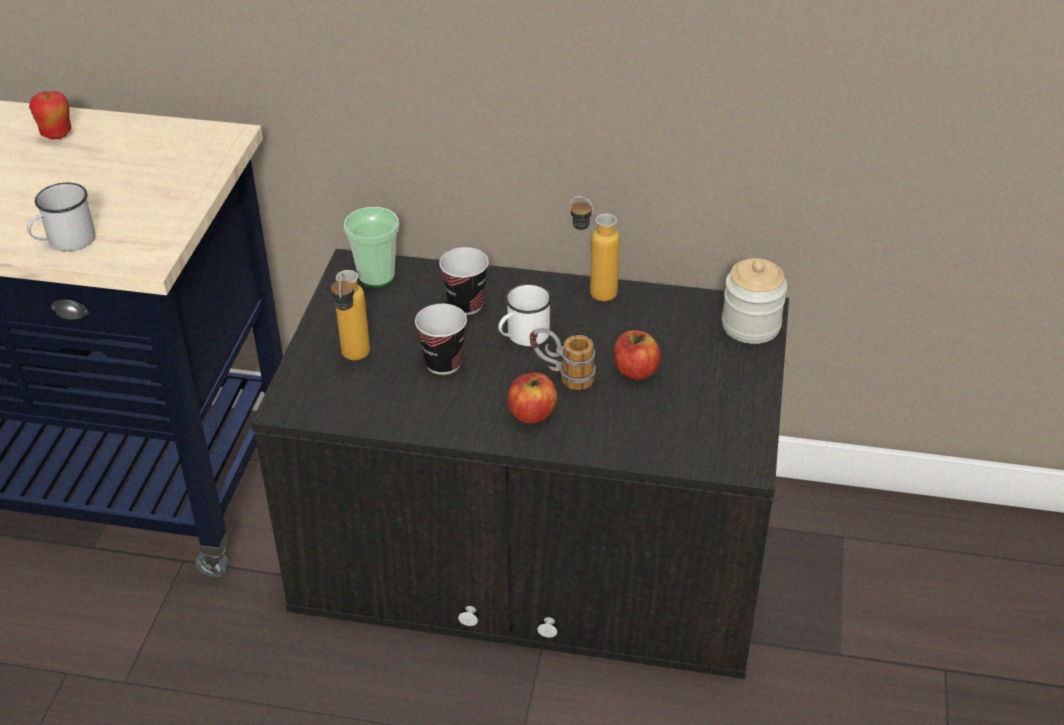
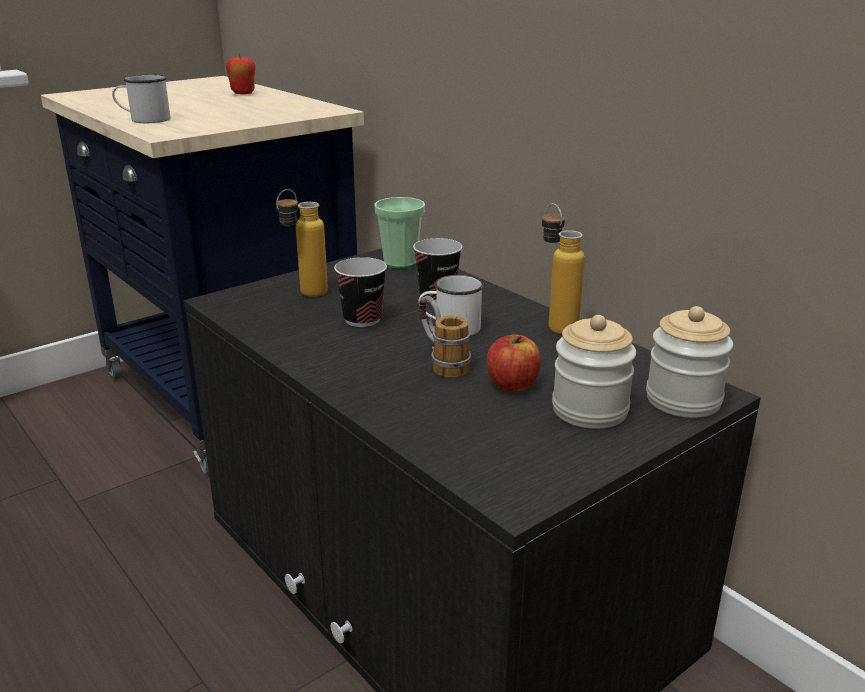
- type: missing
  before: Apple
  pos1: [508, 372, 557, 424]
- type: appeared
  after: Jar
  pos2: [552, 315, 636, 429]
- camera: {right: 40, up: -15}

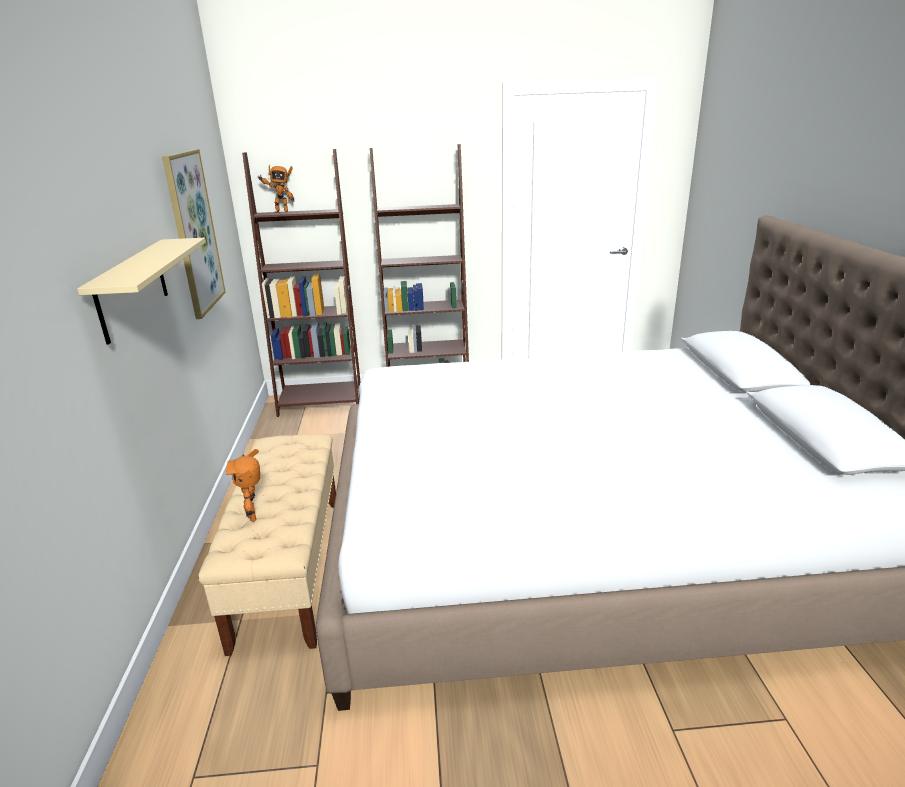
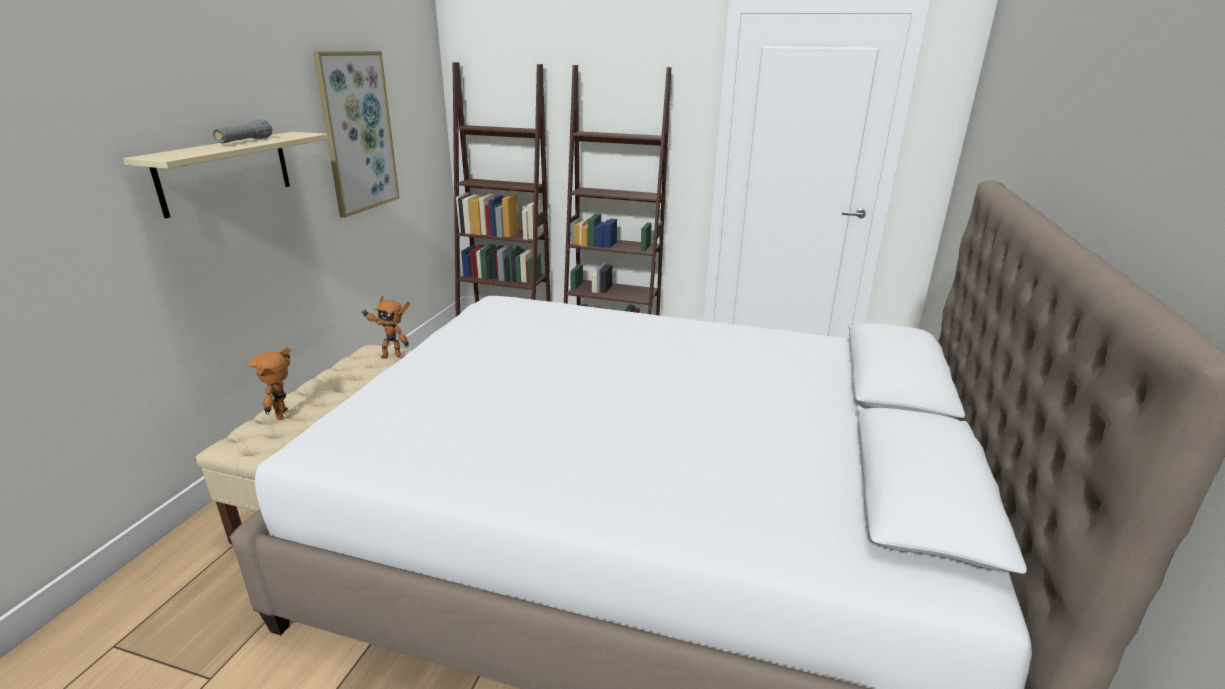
- type: relocated
  before: ToyRobot
  pos1: [257, 165, 295, 213]
  pos2: [361, 295, 410, 359]
- type: appeared
  after: GreyFlashlight
  pos2: [213, 119, 272, 143]
- camera: {right: 20, up: 0}

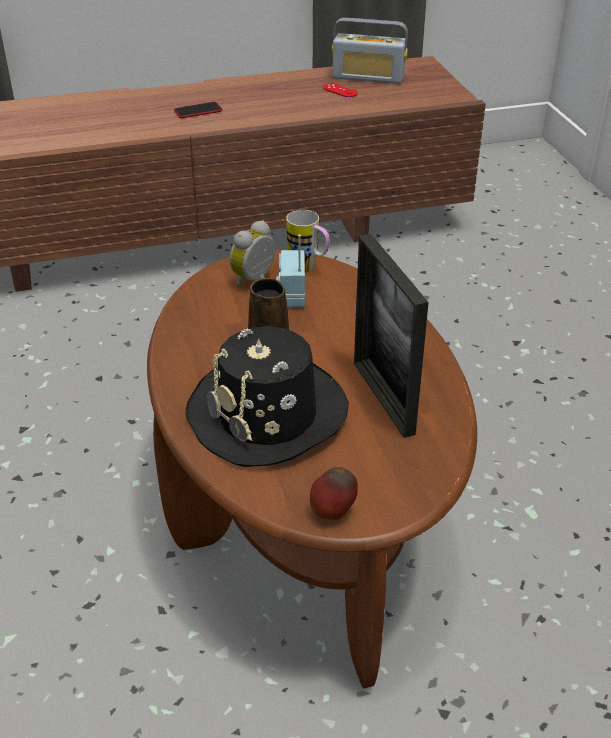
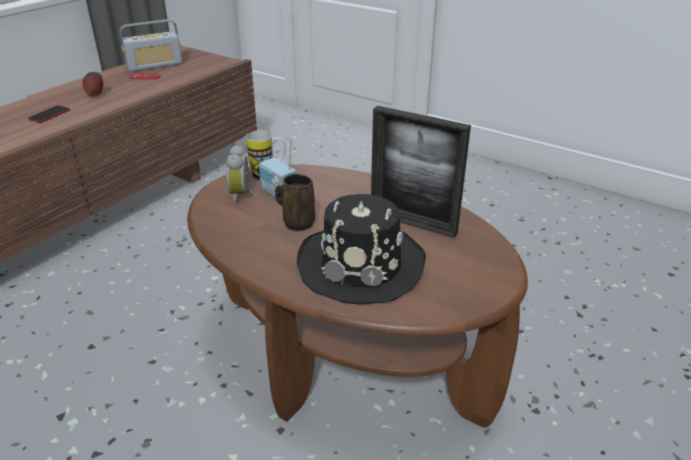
- type: relocated
  before: Apple
  pos1: [310, 467, 358, 520]
  pos2: [82, 72, 103, 97]
- camera: {right: -40, up: -5}

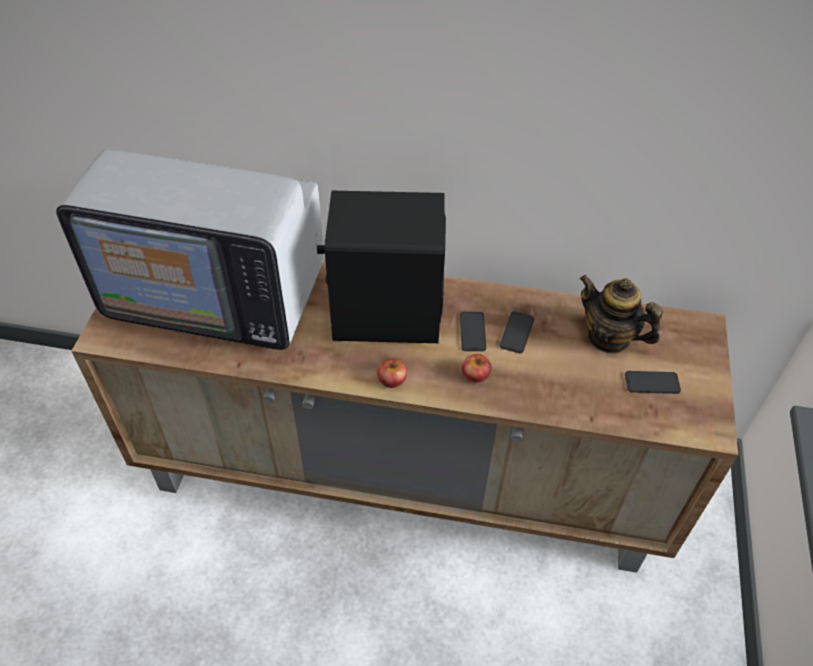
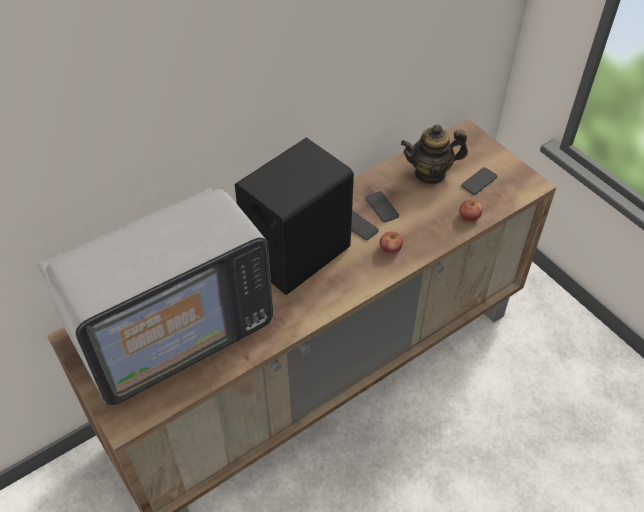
- type: relocated
  before: Apple
  pos1: [377, 359, 407, 388]
  pos2: [459, 200, 482, 222]
- camera: {right: -45, up: 0}

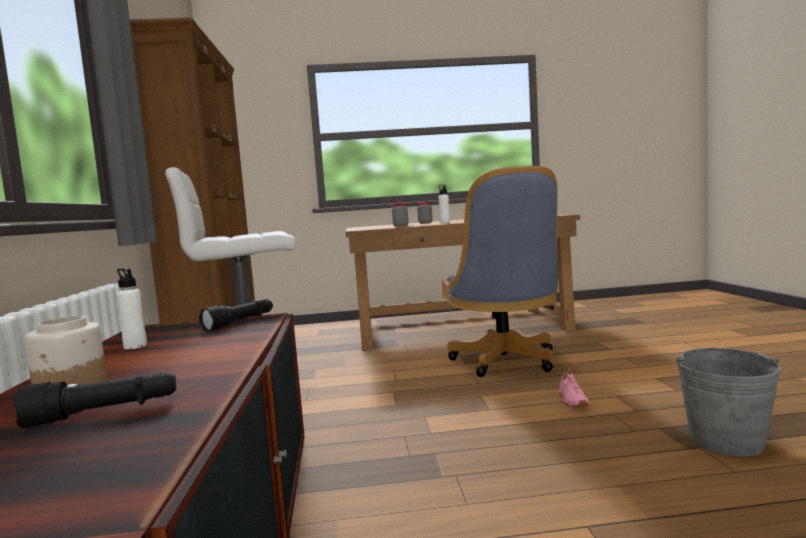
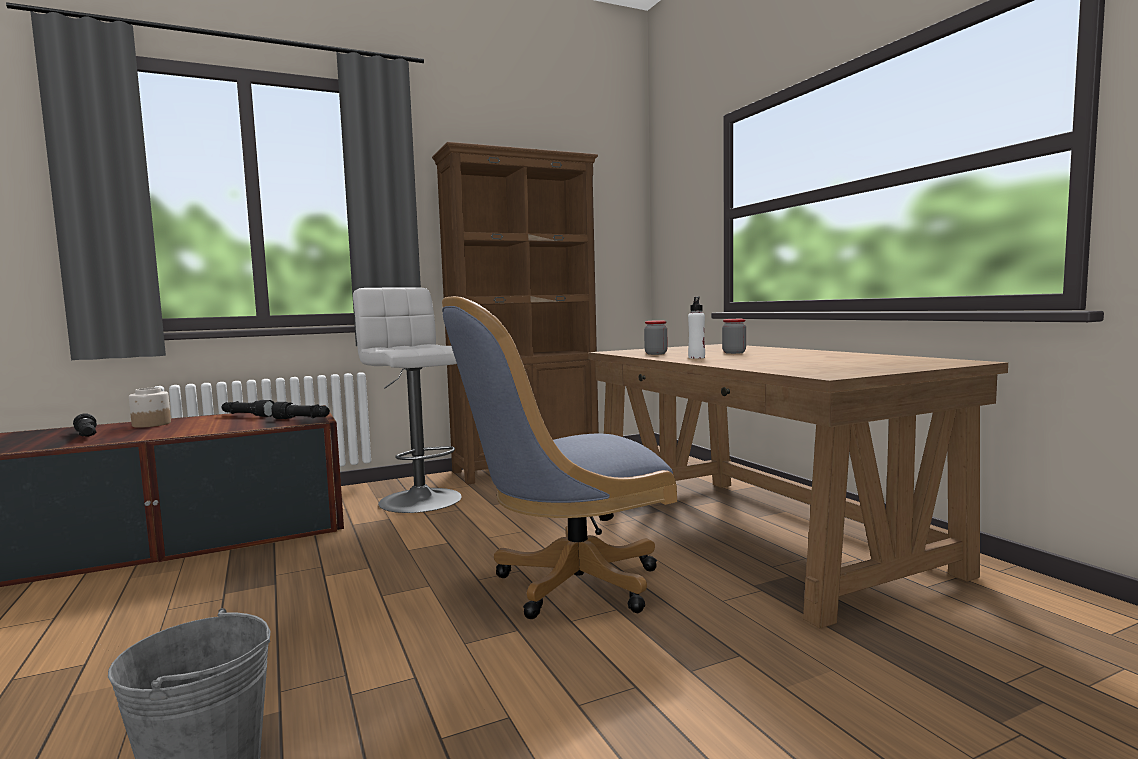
- type: exchanged
  before: WhiteBottle
  after: BlackFlashlight
  pos1: [116, 268, 147, 349]
  pos2: [222, 400, 274, 417]
- type: missing
  before: PinkShoe
  pos1: [559, 368, 589, 407]
- camera: {right: 70, up: 0}

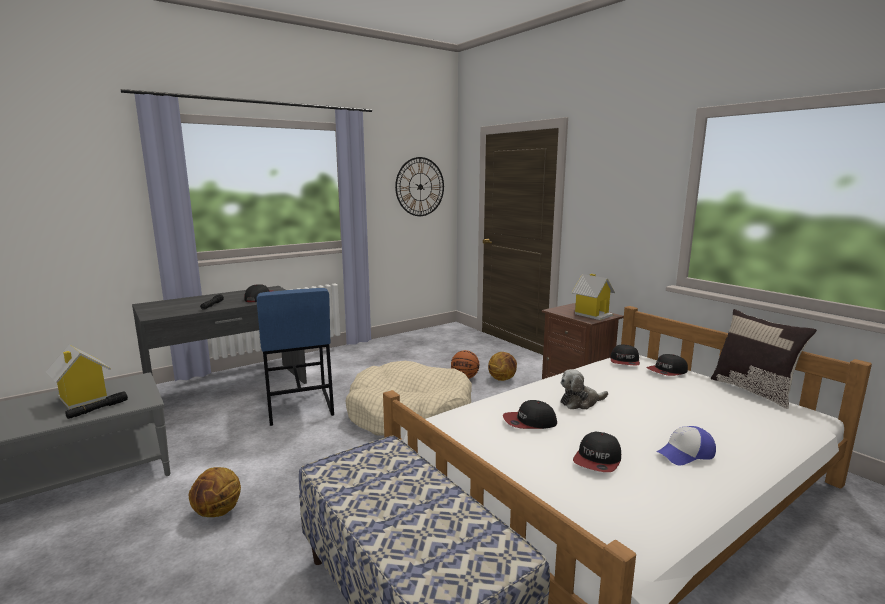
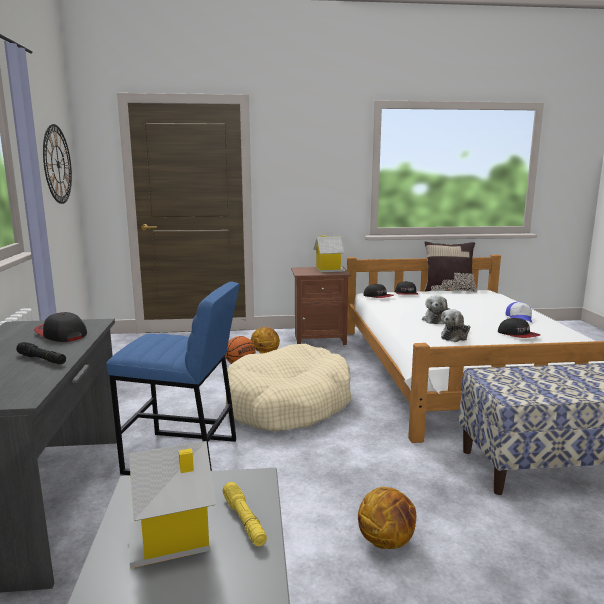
- type: colour
  before: BlackFlashlight
  after: YellowFlashlight
  pos1: [65, 391, 128, 419]
  pos2: [223, 482, 267, 546]
- type: exchanged
  before: Cap
  after: PlushToy
  pos1: [503, 400, 557, 429]
  pos2: [441, 309, 470, 342]
- camera: {right: -60, up: 0}

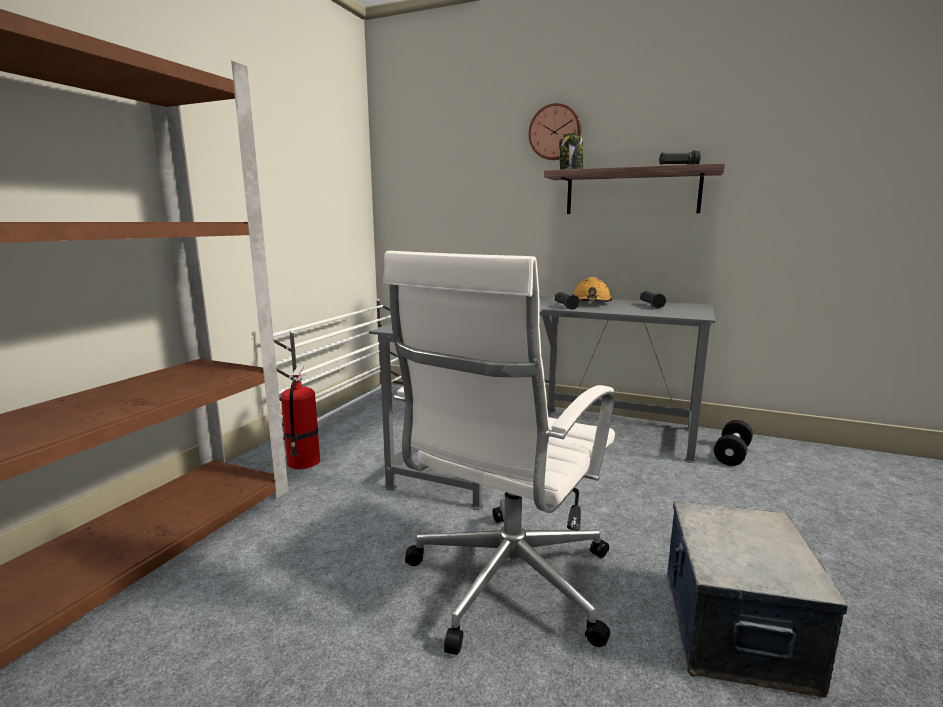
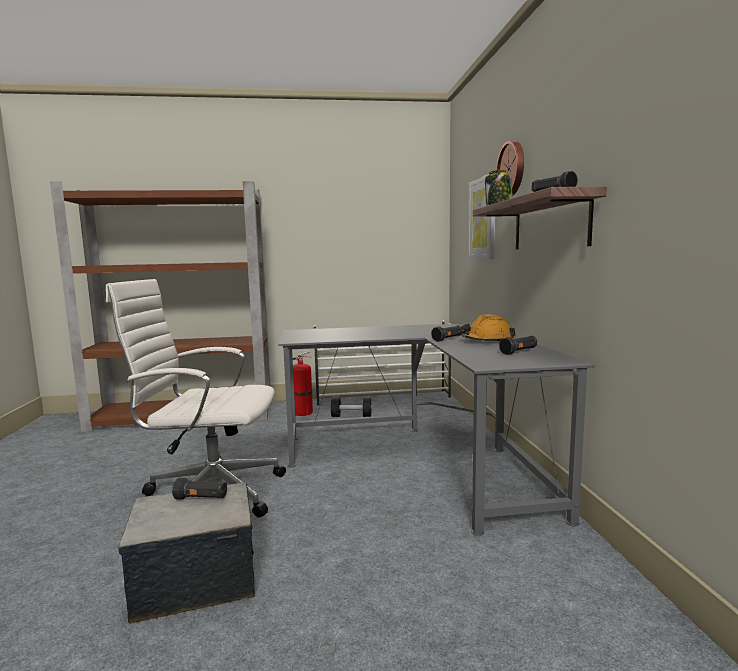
- type: relocated
  before: BlackDumbbell
  pos1: [714, 420, 753, 466]
  pos2: [331, 398, 372, 417]
- type: appeared
  after: Picture
  pos2: [468, 174, 495, 259]
- type: appeared
  after: BlackFlashlight
  pos2: [172, 477, 227, 500]
- camera: {right: 60, up: -5}

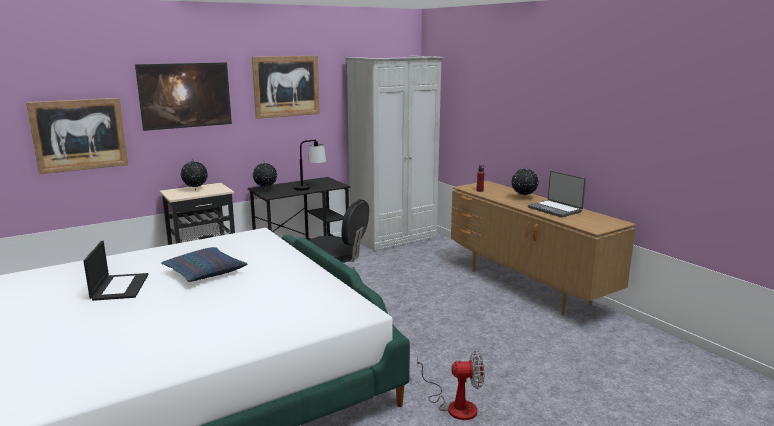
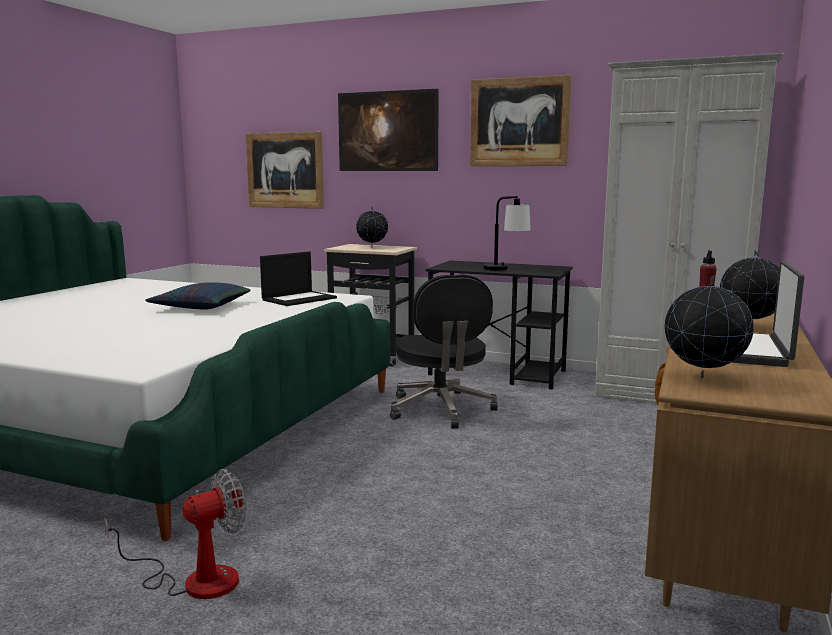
- type: relocated
  before: Globe
  pos1: [253, 161, 277, 190]
  pos2: [664, 276, 754, 378]
- type: relocated
  before: Laptop
  pos1: [84, 241, 148, 301]
  pos2: [260, 251, 337, 306]
- type: spun
  before: Fan
  pos1: [417, 351, 485, 420]
  pos2: [104, 469, 246, 599]
  turn: -90
- camera: {right: 55, up: -5}

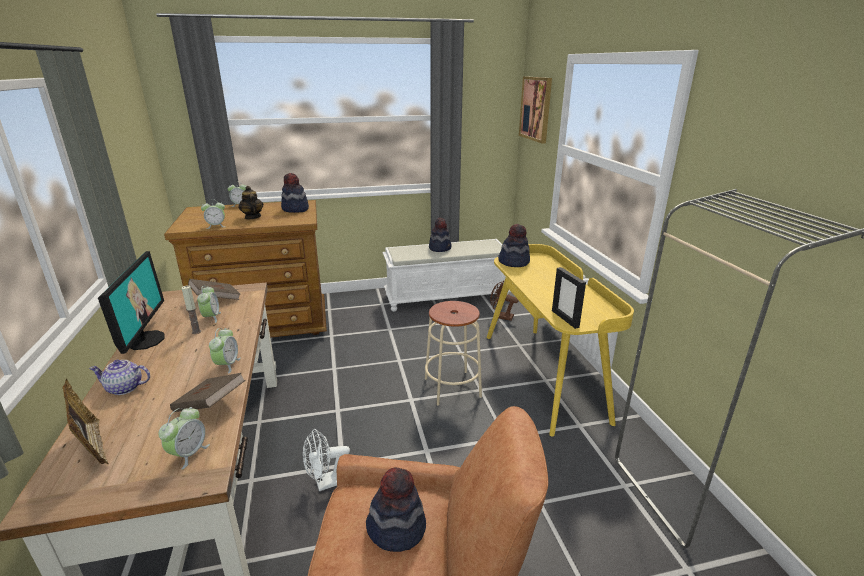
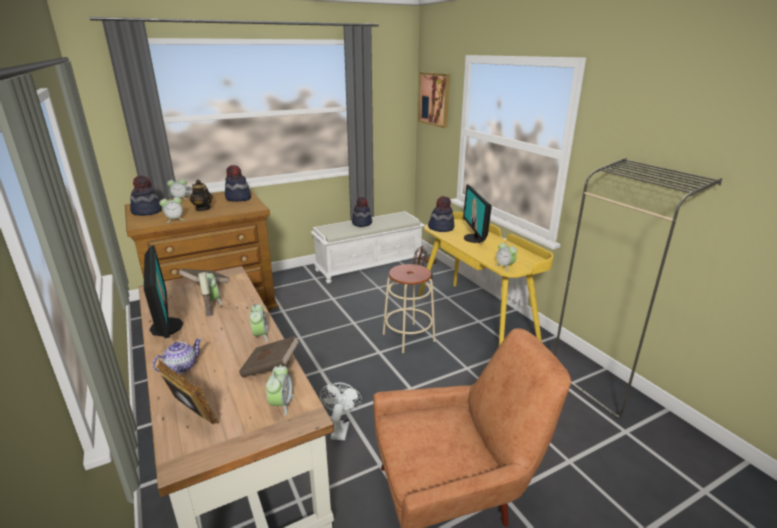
- type: exchanged
  before: PictureFrame
  after: AlarmClock
  pos1: [552, 267, 586, 329]
  pos2: [496, 241, 517, 271]
- type: spun
  before: Teapot
  pos1: [89, 359, 150, 395]
  pos2: [152, 338, 202, 373]
  turn: 150
- type: spun
  before: WhiteFan
  pos1: [303, 429, 350, 492]
  pos2: [320, 382, 362, 440]
  turn: 135
- type: relocated
  before: Hat
  pos1: [366, 467, 426, 552]
  pos2: [130, 175, 162, 216]
- type: appeared
  after: Monitor
  pos2: [463, 185, 492, 243]
- camera: {right: -15, up: 0}

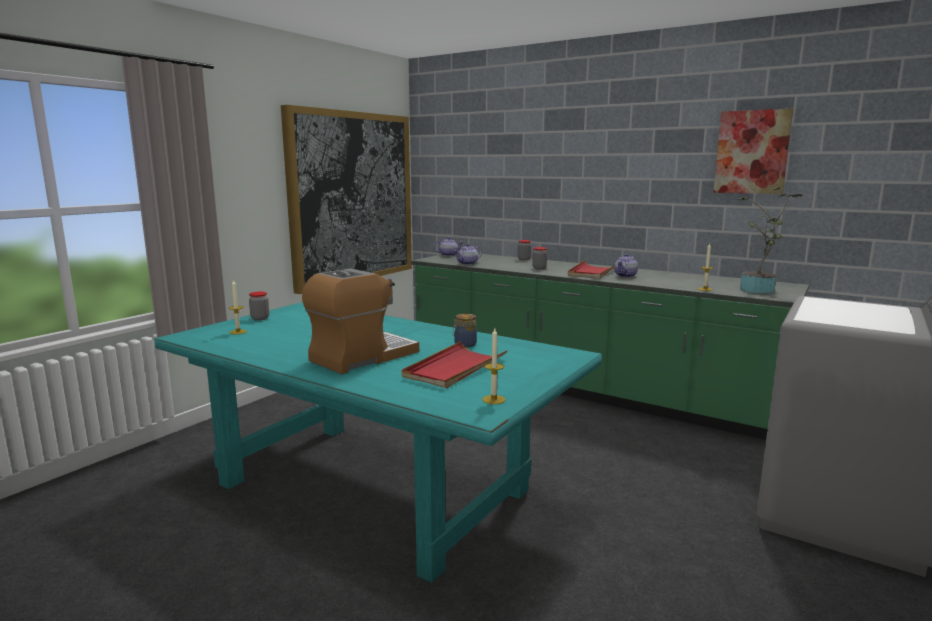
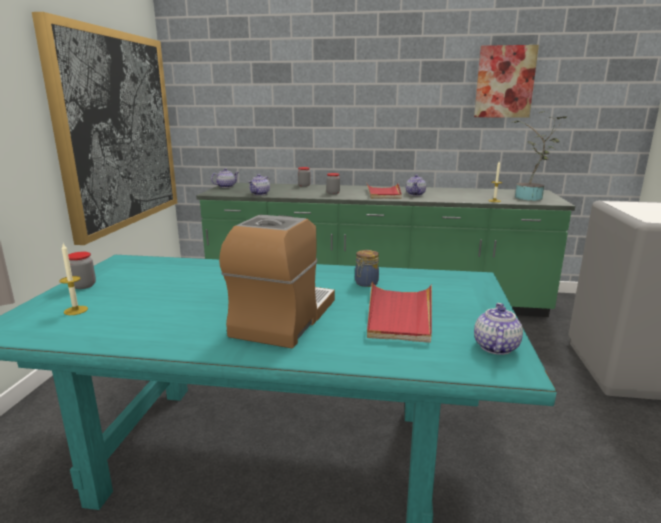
- type: exchanged
  before: Candle
  after: Teapot
  pos1: [482, 328, 506, 404]
  pos2: [474, 303, 523, 355]
- camera: {right: -25, up: 5}

